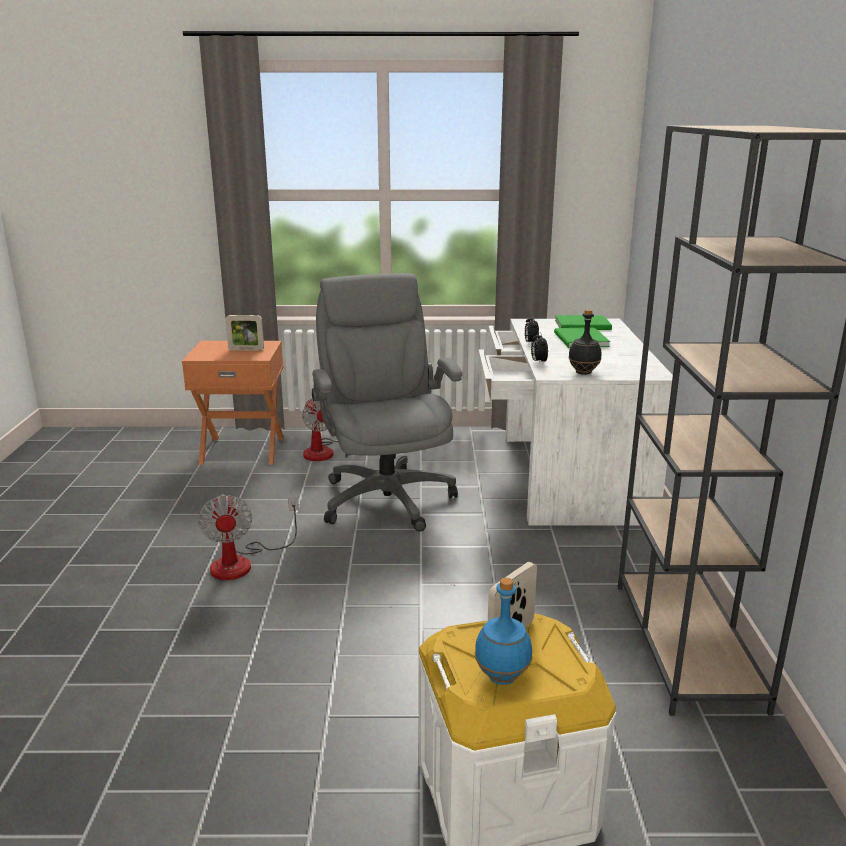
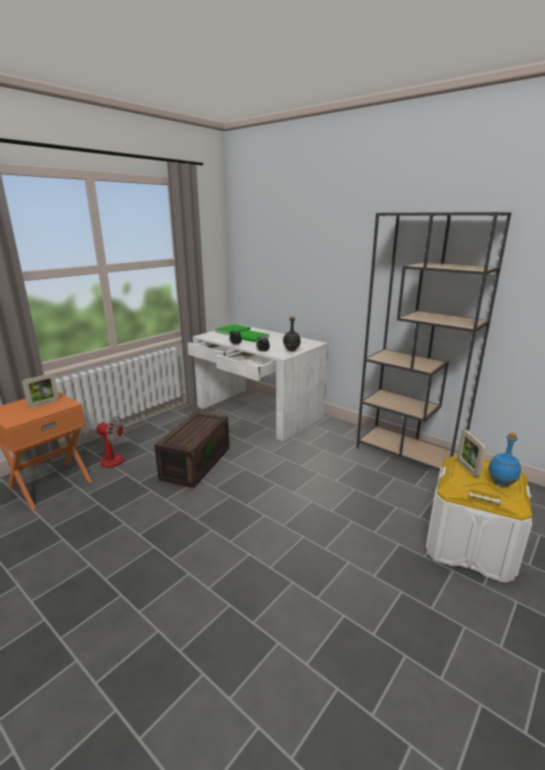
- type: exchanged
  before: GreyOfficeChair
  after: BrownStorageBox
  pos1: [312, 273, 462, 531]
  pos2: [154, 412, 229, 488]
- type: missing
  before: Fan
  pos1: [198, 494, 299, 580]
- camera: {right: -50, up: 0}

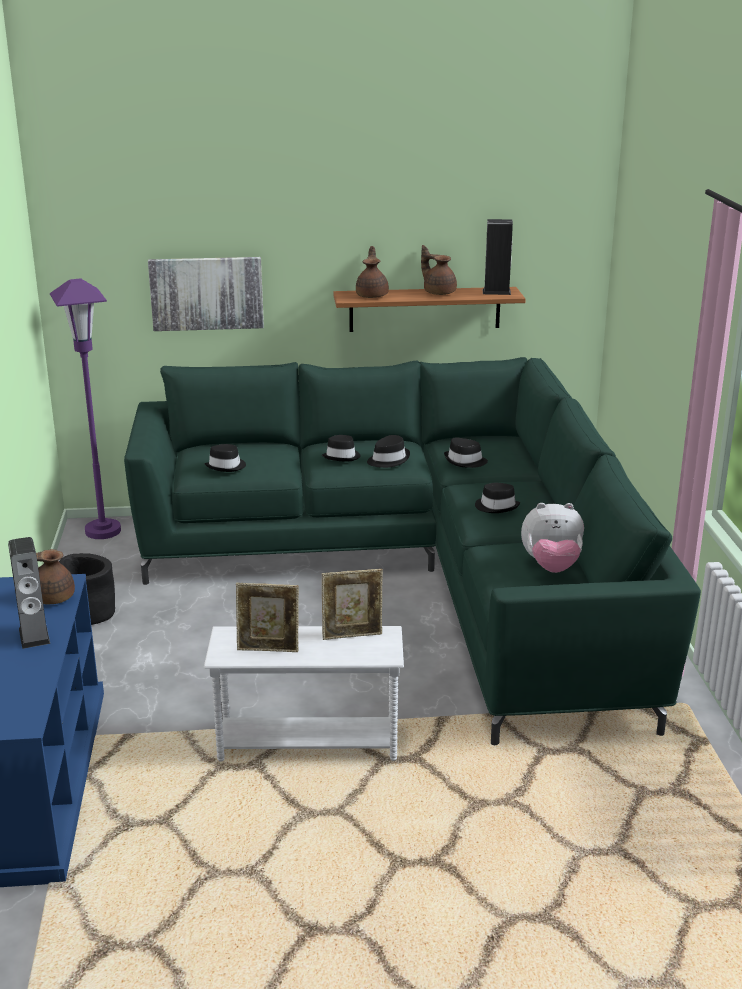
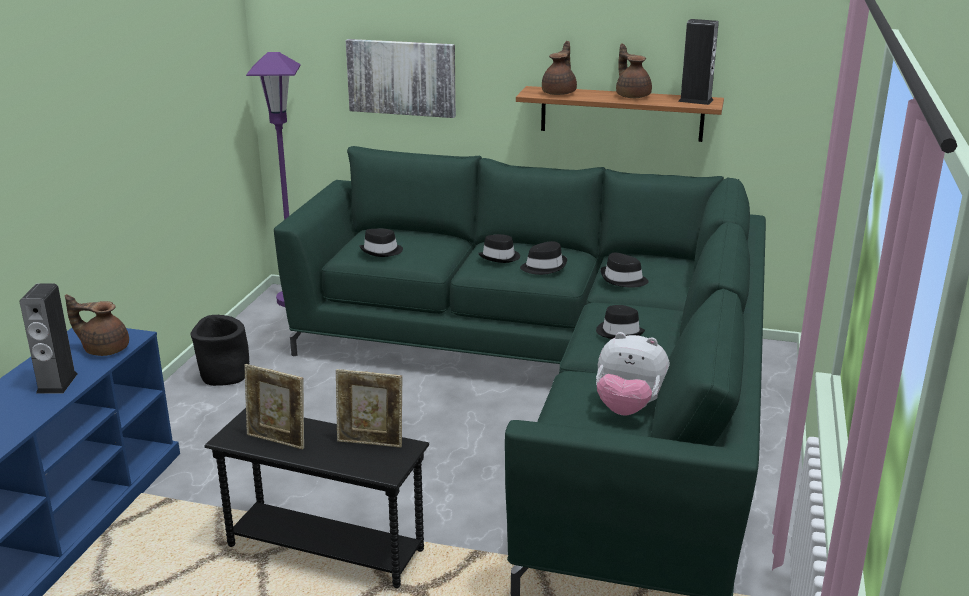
- type: colour
  before: WhiteSideTable
  after: BlackSideTable
  pos1: [204, 626, 404, 762]
  pos2: [204, 408, 429, 588]
- camera: {right: 20, up: 0}

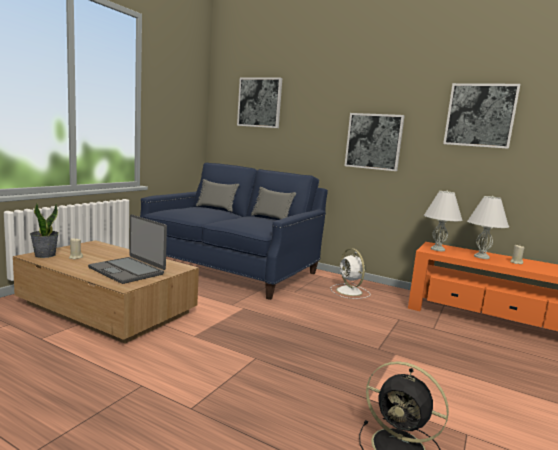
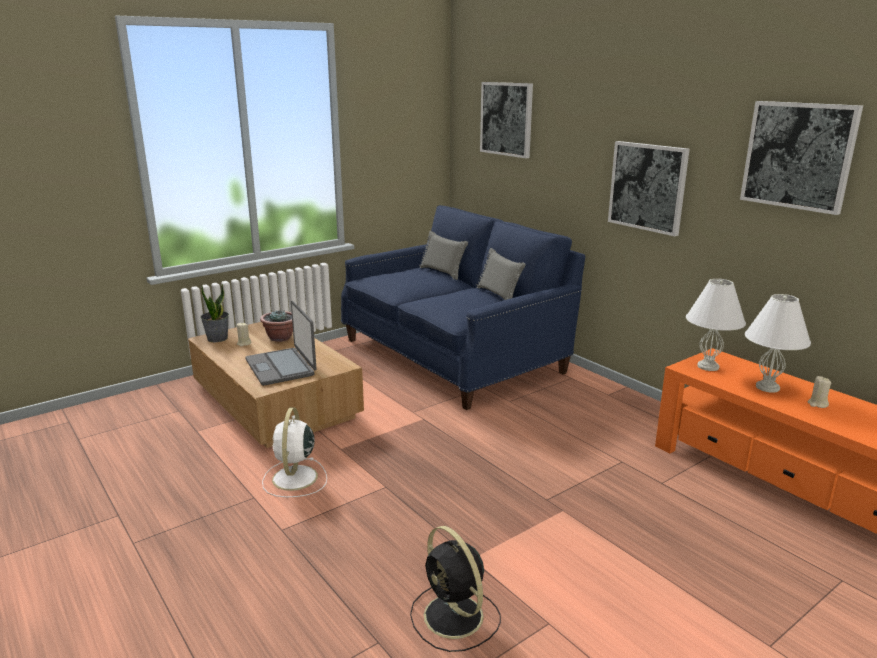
- type: relocated
  before: WhiteFan
  pos1: [330, 248, 370, 299]
  pos2: [262, 407, 327, 497]
- type: appeared
  after: PottedPlant
  pos2: [260, 309, 293, 342]
- camera: {right: 25, up: 10}

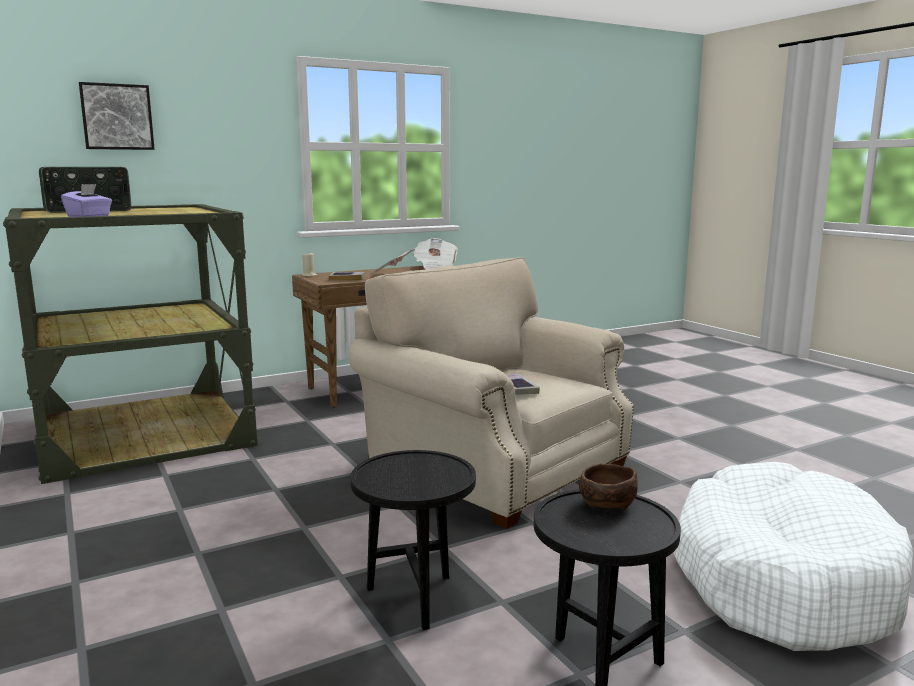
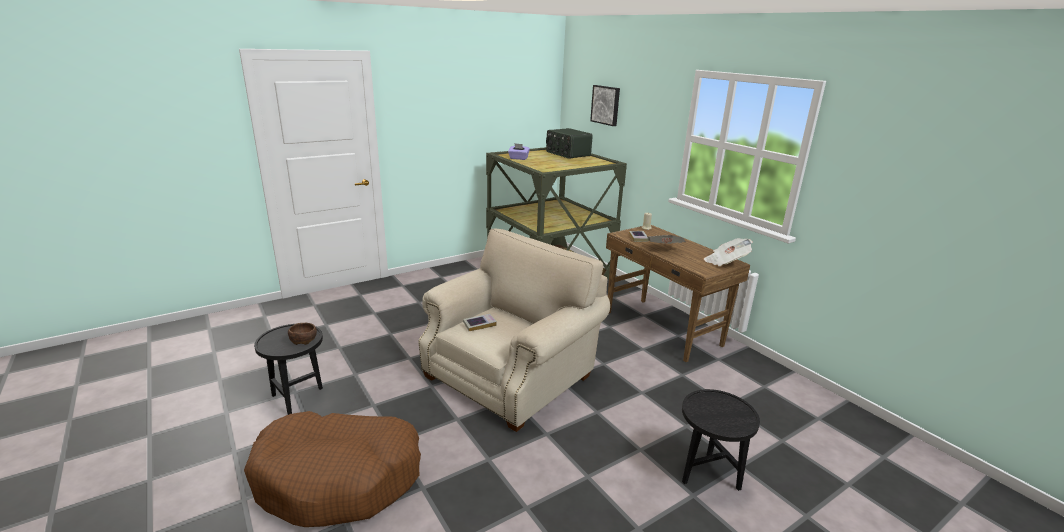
- type: relocated
  before: BlackSideTable
  pos1: [350, 450, 476, 630]
  pos2: [682, 389, 760, 491]
- type: colour
  before: WhiteDogBed
  after: BrownDogBed
  pos1: [673, 462, 913, 651]
  pos2: [244, 411, 421, 527]
- camera: {right: 85, up: 10}

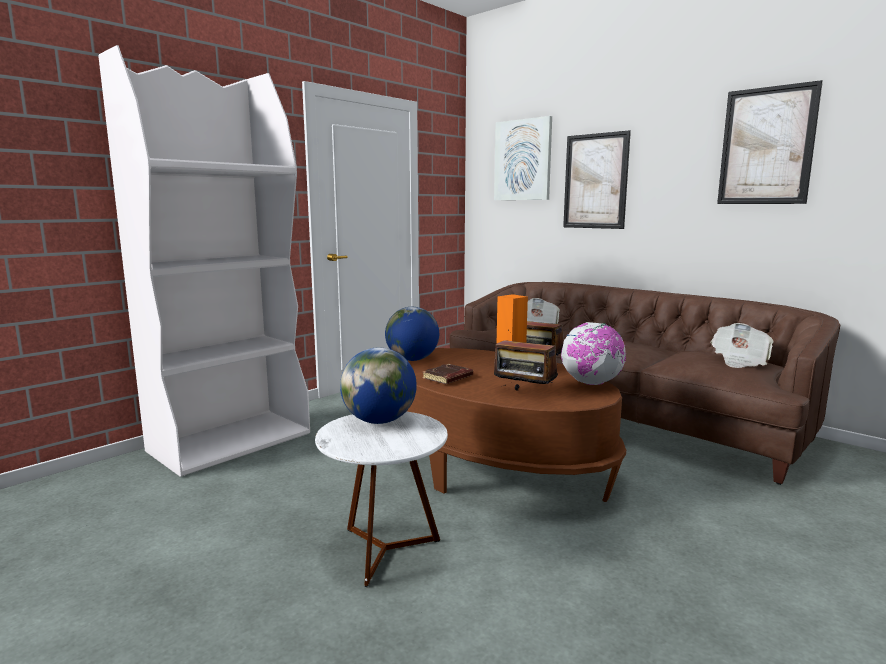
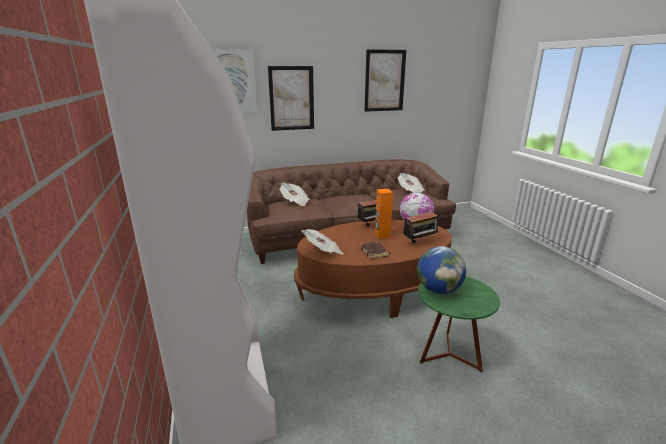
- type: exchanged
  before: Globe
  after: Newspaper
  pos1: [385, 307, 439, 361]
  pos2: [301, 229, 343, 254]
- type: colour
  before: WhiteSideTable
  after: GreenSideTable
  pos1: [315, 412, 448, 587]
  pos2: [418, 277, 500, 372]
- camera: {right: -60, up: 10}

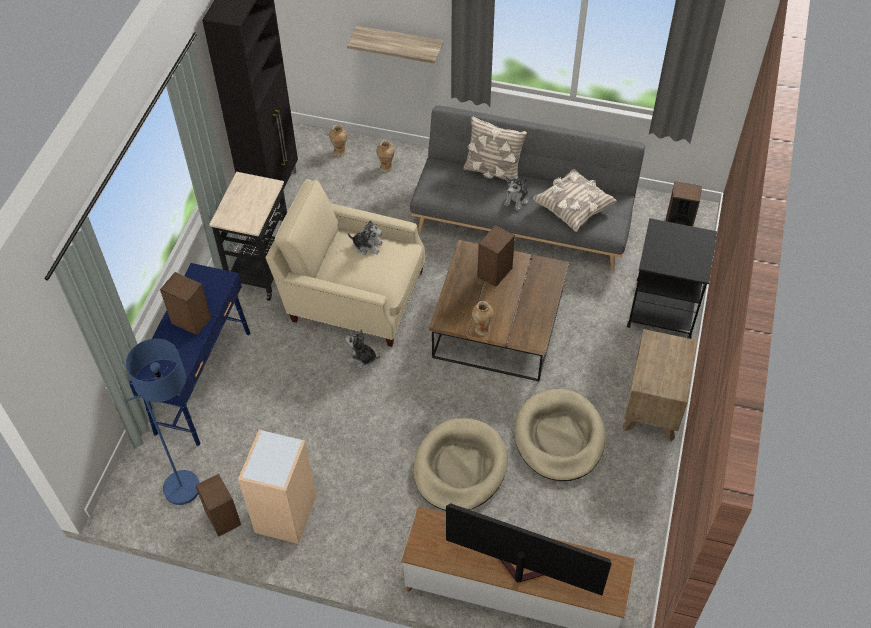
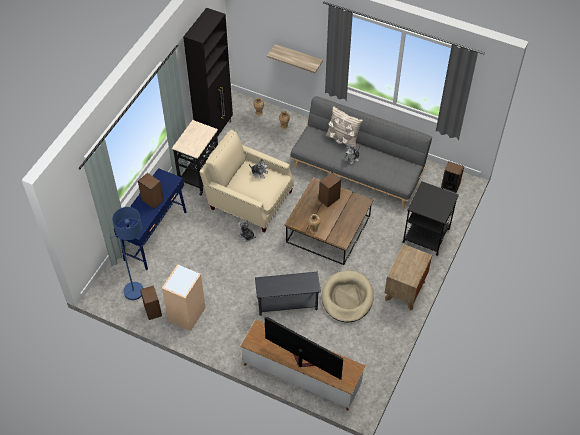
- type: missing
  before: BeigePillow
  pos1: [533, 169, 617, 232]
- type: exchanged
  before: BeigeDogBed
  after: GreySideTable
  pos1: [413, 418, 508, 511]
  pos2: [255, 272, 321, 316]
- camera: {right: 10, up: 0}

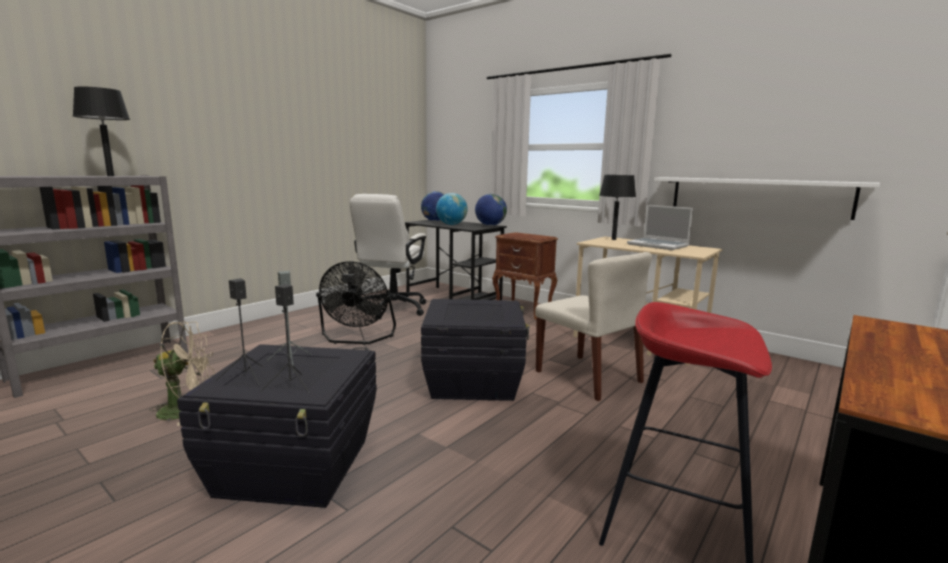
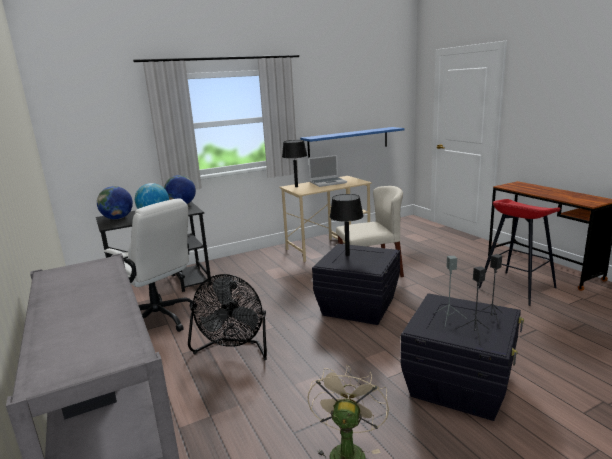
- type: relocated
  before: BlackTableLamp
  pos1: [73, 86, 130, 176]
  pos2: [330, 194, 364, 256]
- type: colour
  before: WhiteShelf
  after: BlueShelf
  pos1: [654, 177, 880, 220]
  pos2: [300, 127, 404, 157]
- type: missing
  before: BrownNightstand
  pos1: [492, 232, 558, 320]
- type: spun
  before: BlackFan
  pos1: [316, 261, 396, 350]
  pos2: [188, 274, 267, 360]
  turn: -105
- camera: {right: -65, up: 5}

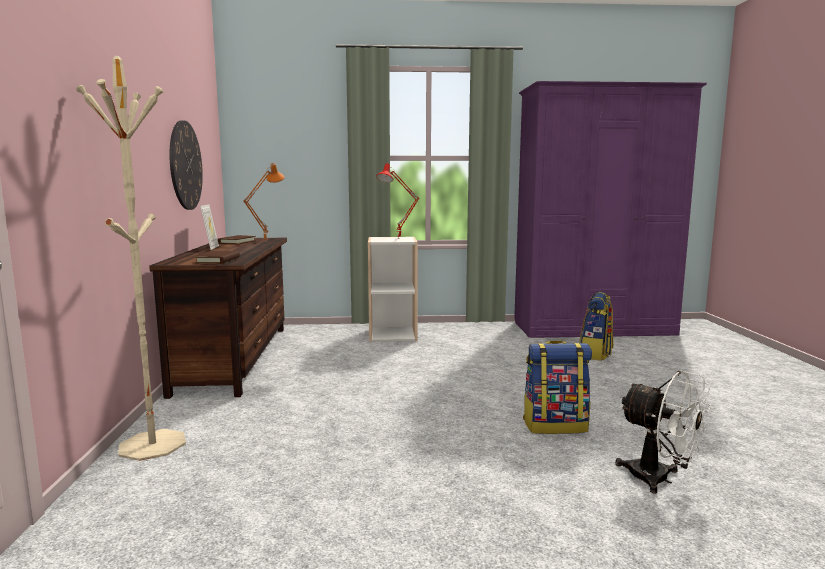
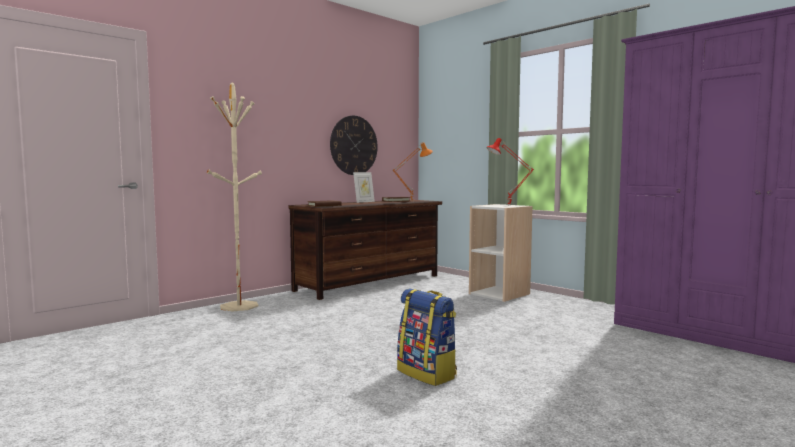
- type: missing
  before: Backpack
  pos1: [579, 292, 613, 361]
- type: missing
  before: WhiteFan
  pos1: [615, 371, 711, 494]
- camera: {right: 50, up: -5}

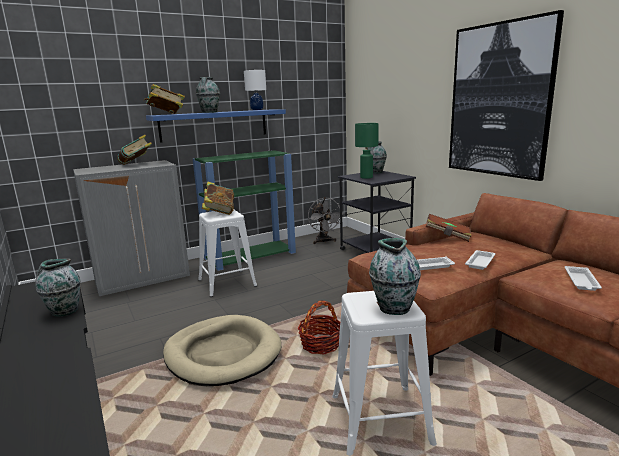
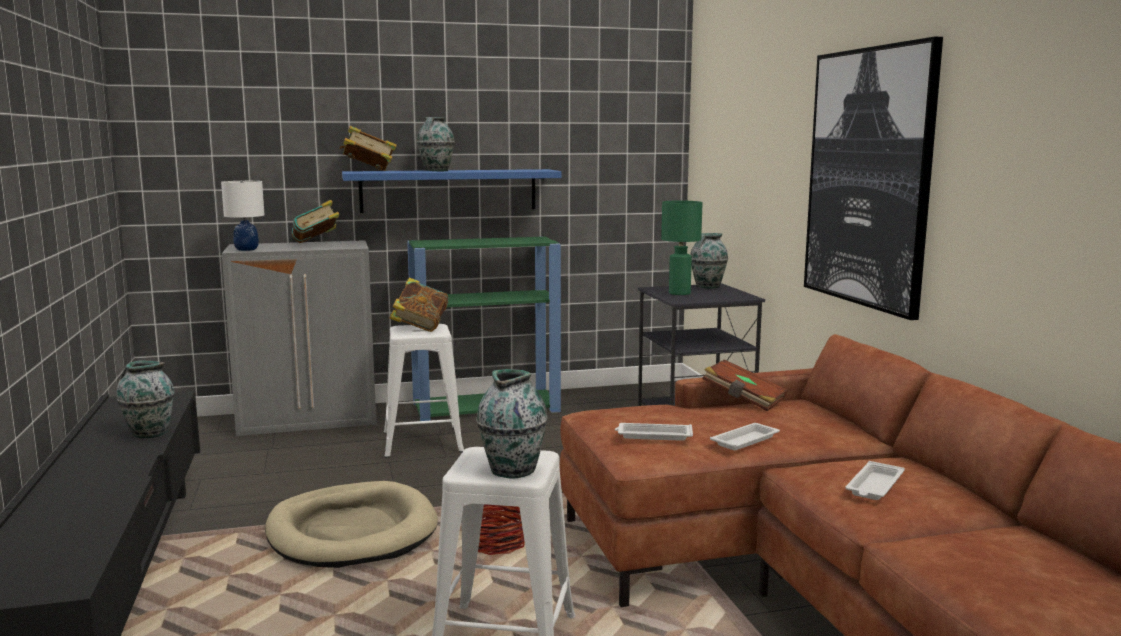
- type: relocated
  before: WhiteTableLamp
  pos1: [244, 70, 266, 110]
  pos2: [221, 180, 264, 251]
- type: missing
  before: GreyFan
  pos1: [308, 197, 340, 244]
- camera: {right: 15, up: -5}

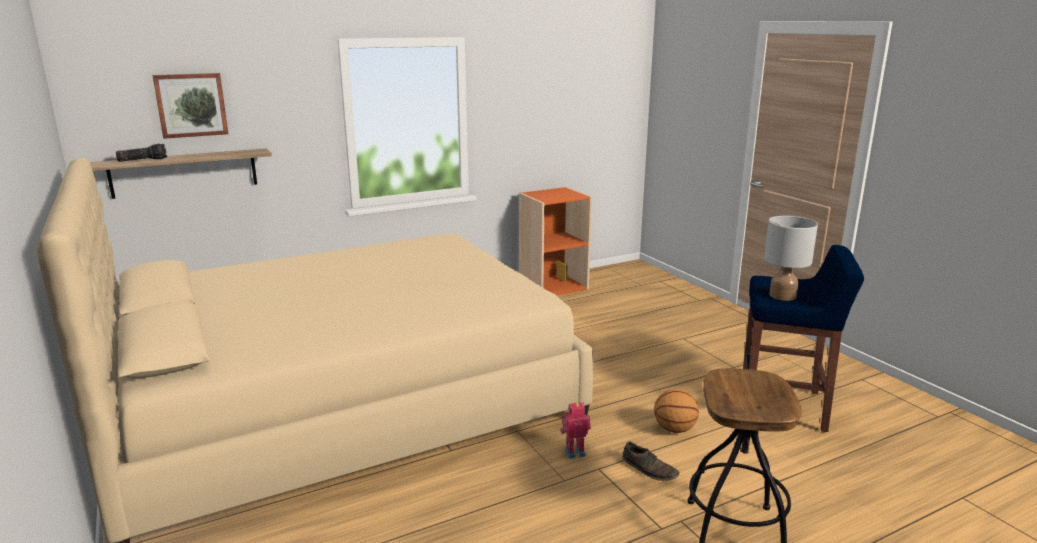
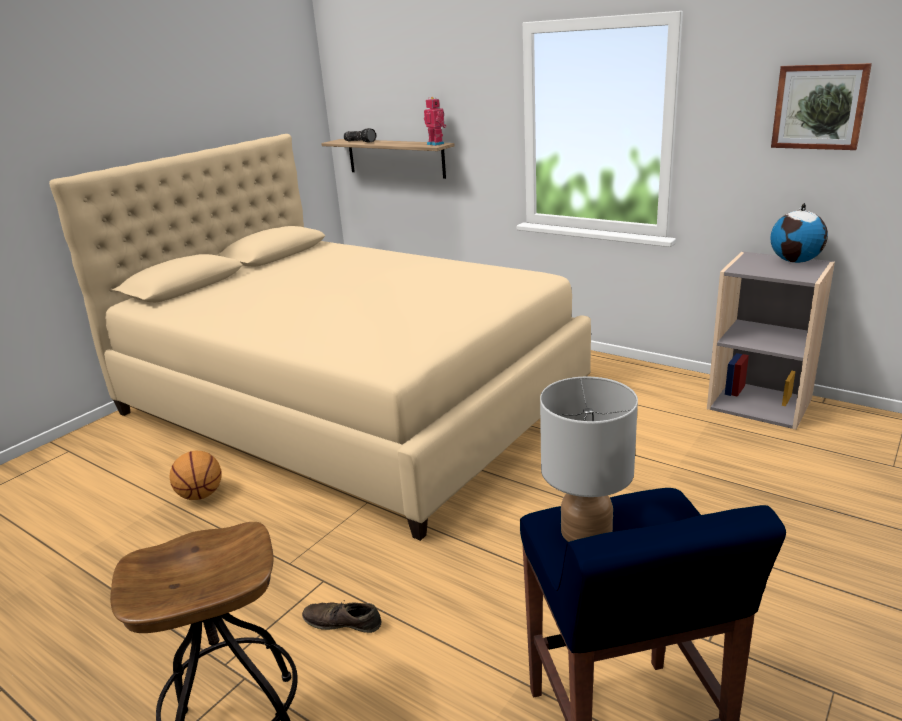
- type: relocated
  before: Picture
  pos1: [152, 73, 229, 139]
  pos2: [771, 63, 872, 150]
- type: colour
  before: OrangeBookcase
  after: GreyBookcase
  pos1: [519, 187, 592, 295]
  pos2: [707, 252, 835, 430]
- type: relocated
  before: Basketball
  pos1: [654, 389, 699, 433]
  pos2: [169, 450, 222, 500]
- type: relocated
  before: ToyRobot
  pos1: [561, 402, 591, 459]
  pos2: [424, 97, 446, 146]
- type: spun
  before: BrownShoe
  pos1: [623, 441, 679, 481]
  pos2: [302, 600, 382, 633]
  turn: 90
- type: appeared
  after: Globe
  pos2: [770, 203, 828, 263]
- camera: {right: 65, up: 5}

